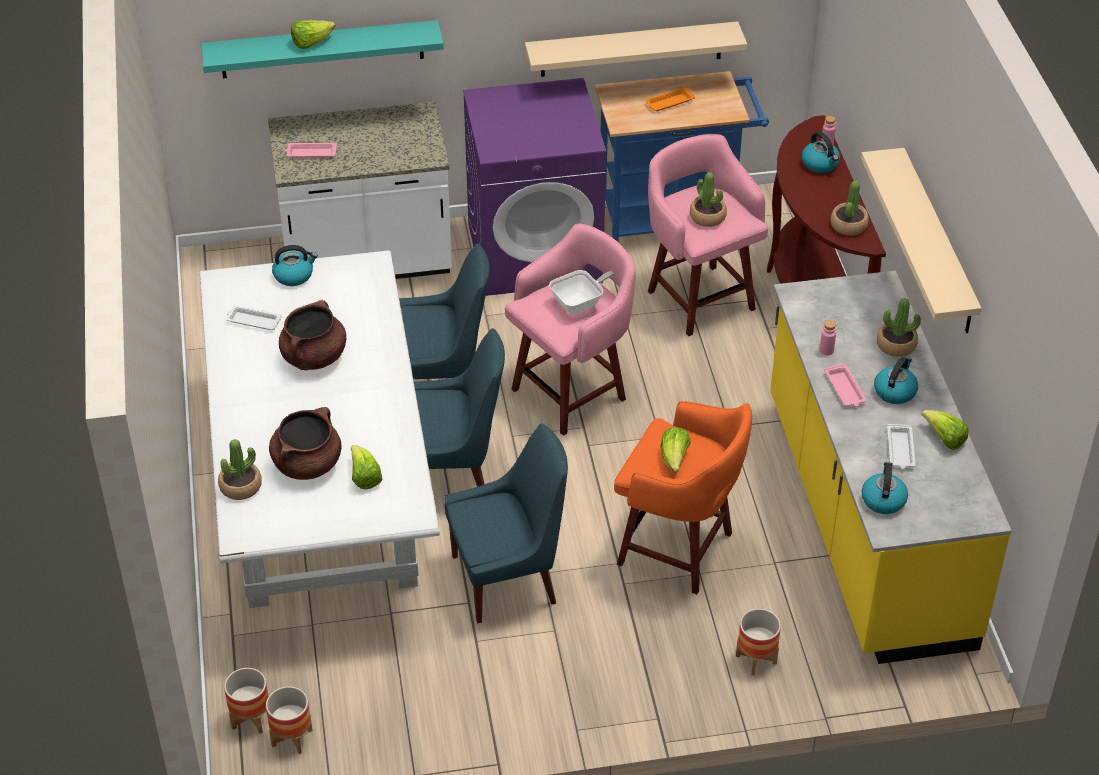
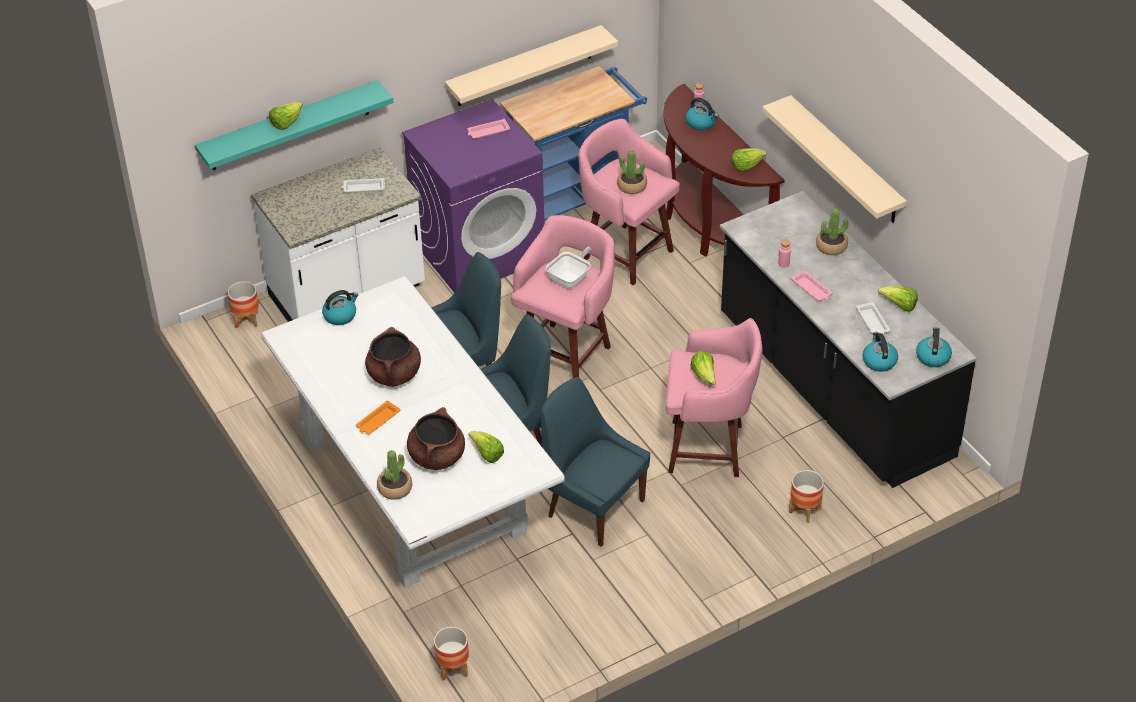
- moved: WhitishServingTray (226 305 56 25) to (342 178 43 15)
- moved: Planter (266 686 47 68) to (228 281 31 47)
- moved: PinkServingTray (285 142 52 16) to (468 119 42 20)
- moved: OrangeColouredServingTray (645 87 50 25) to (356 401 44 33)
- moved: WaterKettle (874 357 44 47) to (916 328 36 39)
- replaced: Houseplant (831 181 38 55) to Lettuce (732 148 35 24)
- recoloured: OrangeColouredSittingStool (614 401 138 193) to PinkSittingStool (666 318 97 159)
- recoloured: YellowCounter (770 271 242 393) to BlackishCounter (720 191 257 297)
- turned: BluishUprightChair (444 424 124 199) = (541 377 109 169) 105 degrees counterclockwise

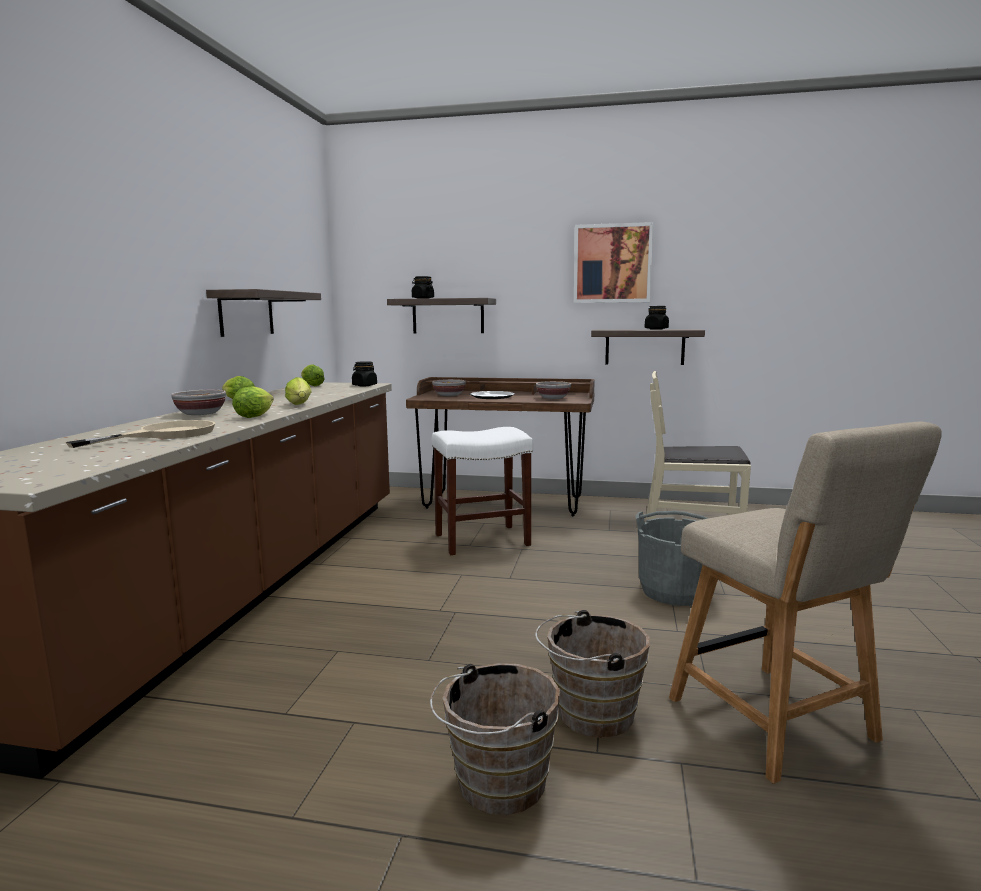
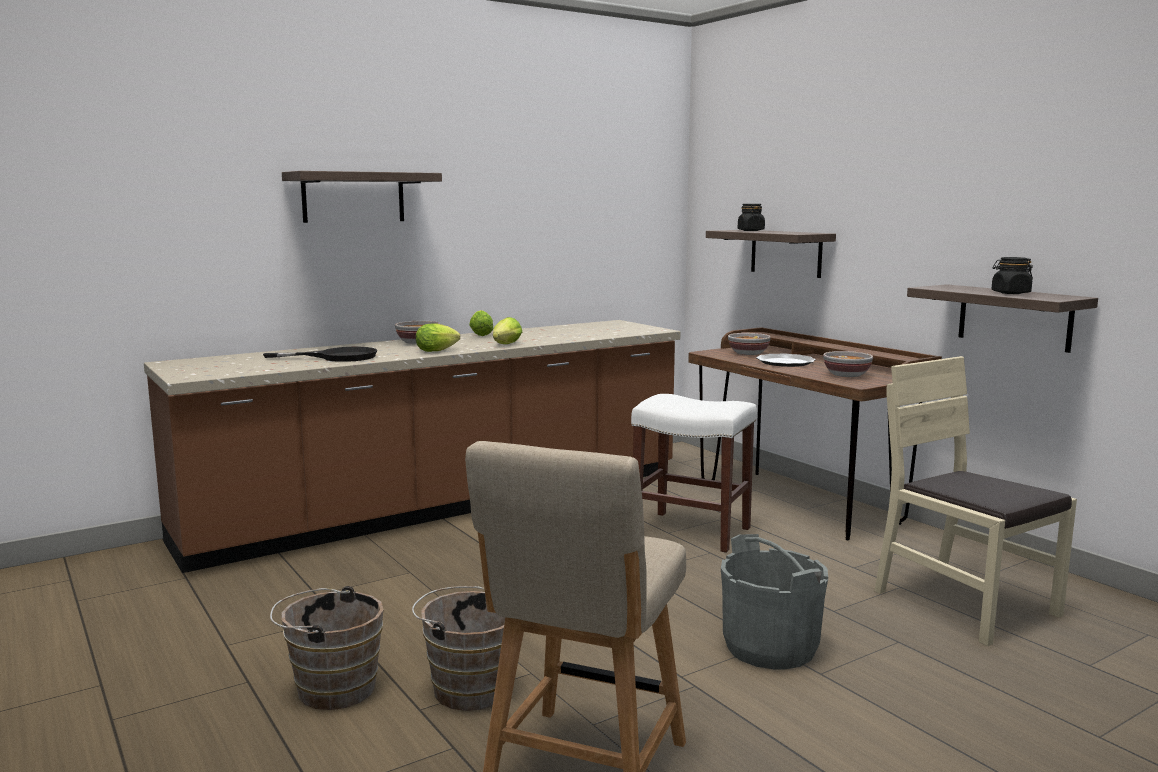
- removed: Lettuce (301 364 24 22)
- removed: BlackishJar (352 361 25 25)
- removed: WallArt (574 222 79 81)
- moved: BracketShelf (206 289 115 48) to (282 171 160 52)
- recoloured: BeigeColouredSkillet (66 420 149 28) to BlackishSkillet (263 347 114 15)

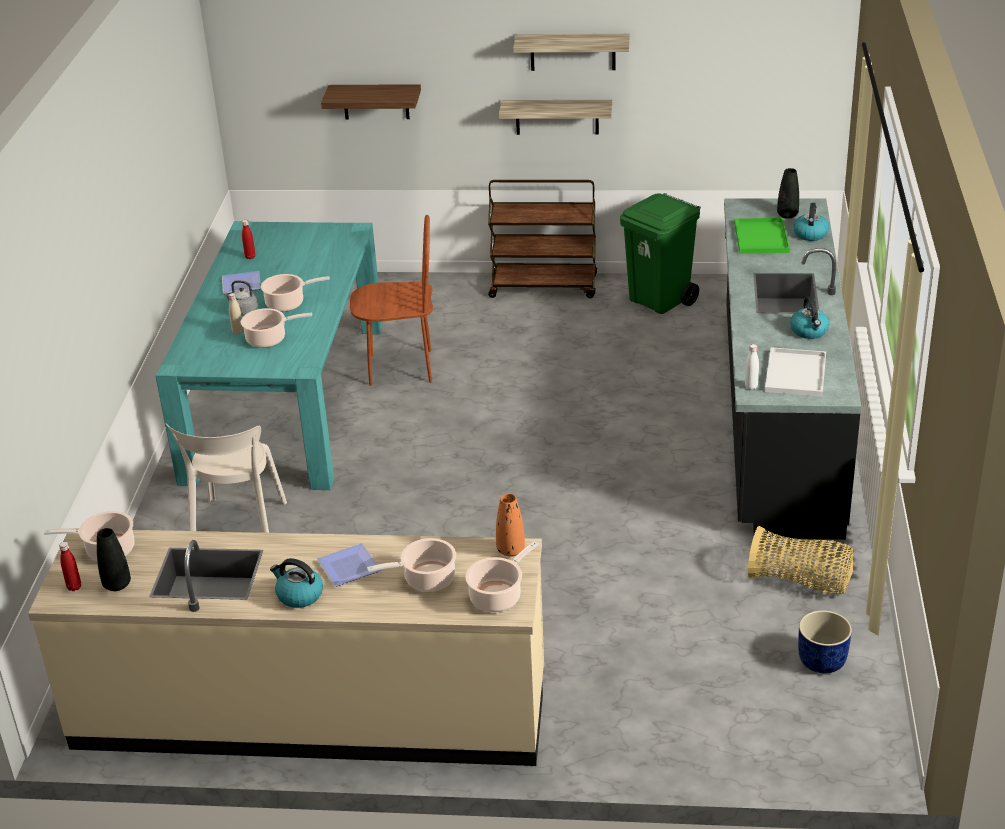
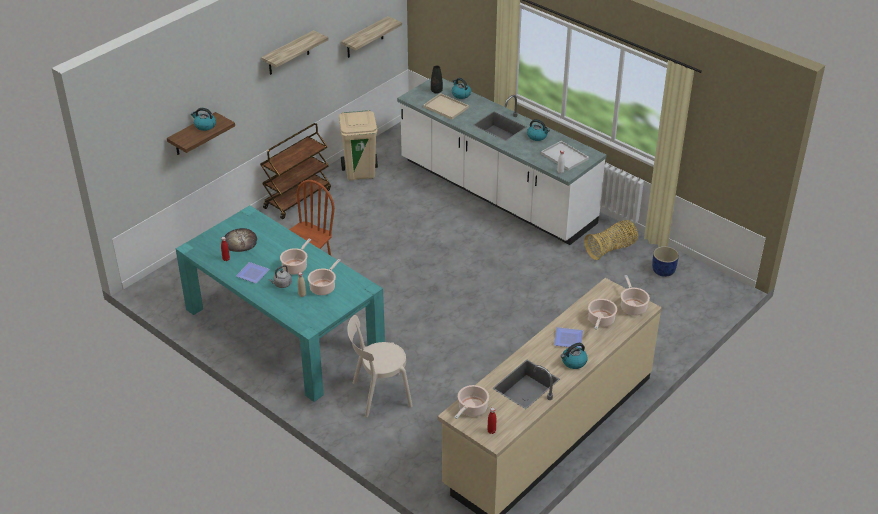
- removed: BlackishVase (97 528 34 63)
- removed: OrangeColouredVase (496 494 29 63)
- added: WaterKettle (191 108 25 23)
- added: Bread (224 228 33 24)
- moved: BracketShelf (499 100 113 35) to (341 16 61 42)
- recoloured: GreenColouredTrashCan (620 193 81 121) to BeigeColouredTrashCan (339 110 39 71)
- recoloured: BlackishCounter (724 198 137 342) to WhitishCounter (397 78 210 167)
- recoloured: GreenColouredServingTray (734 218 56 36) to BeigeColouredServingTray (423 93 46 27)
- turned: BeigeColouredUprightChair (166 423 121 110) = (347 315 66 103) 120 degrees clockwise

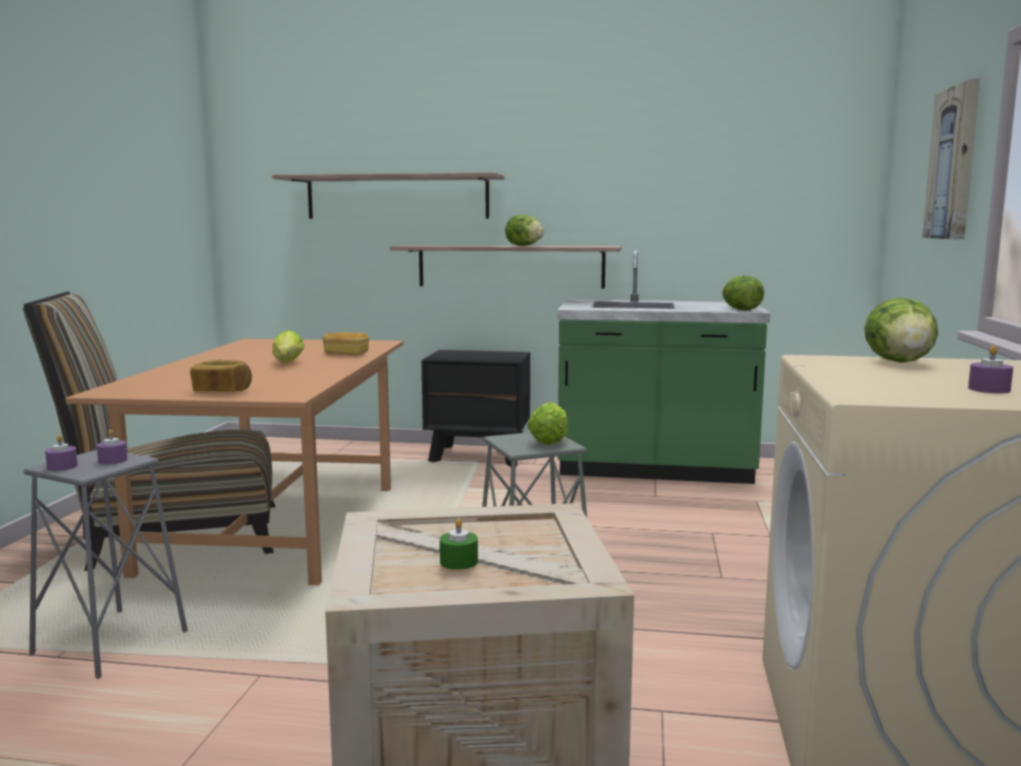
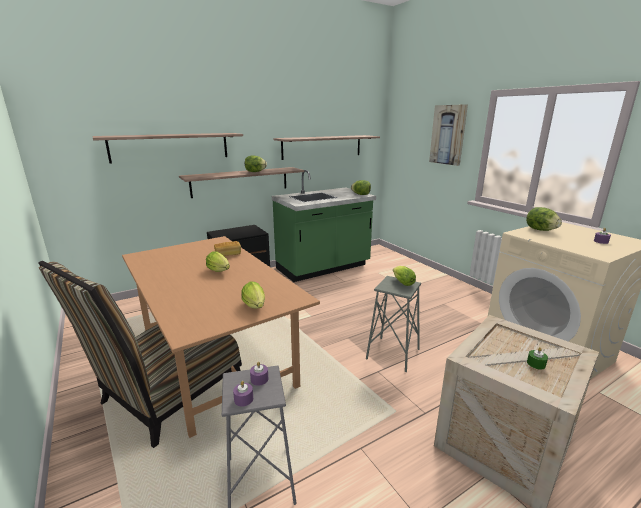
- added: BracketShelf (274 135 106 25)
- replaced: Bread (190 360 62 32) to Lettuce (241 282 24 27)

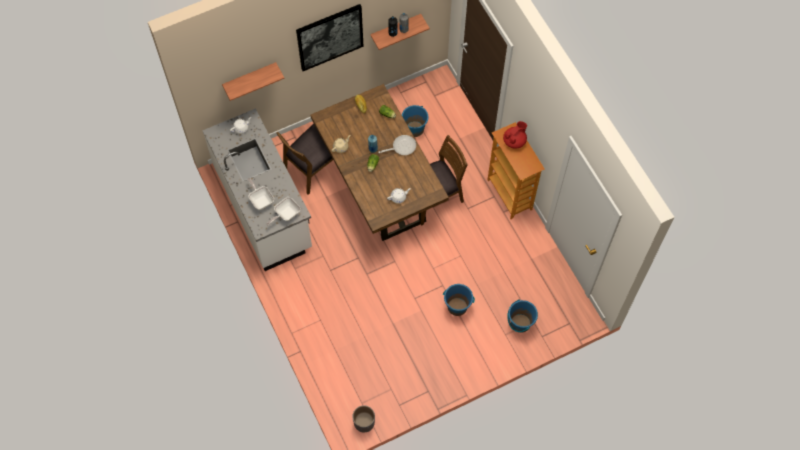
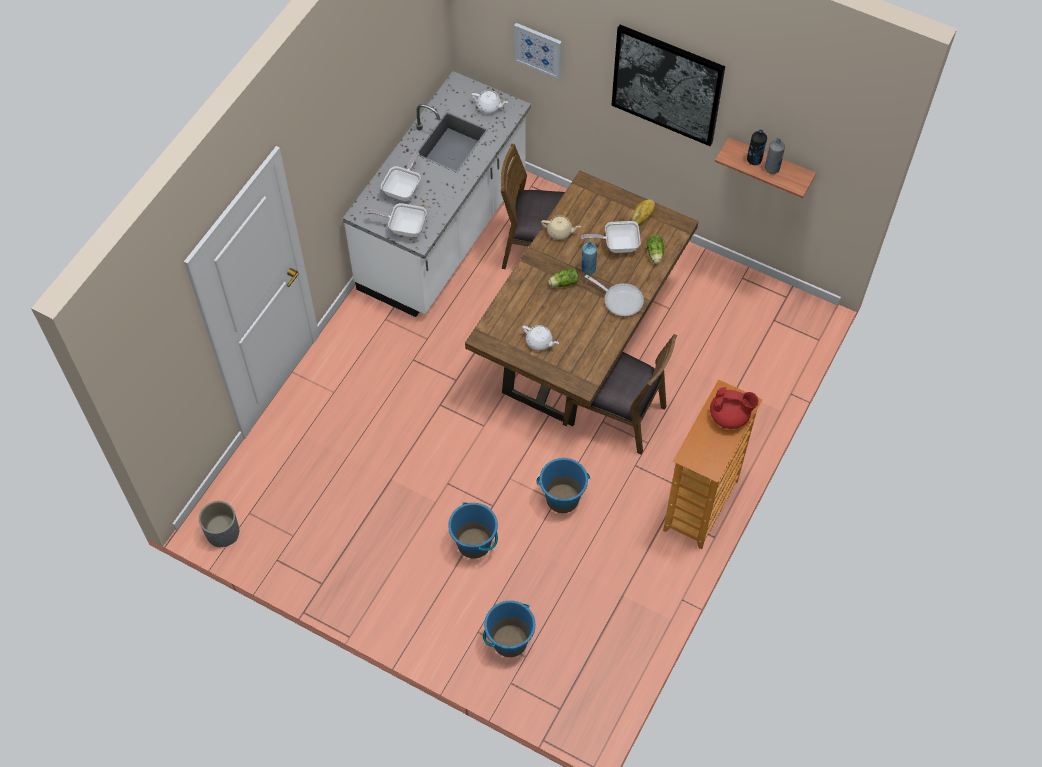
- added: Skillet (581 221 60 32)
- moved: BluishBucket (402 105 27 32) to (536 458 55 55)
- replaced: BracketShelf (222 62 62 39) to WallArt (514 23 48 56)

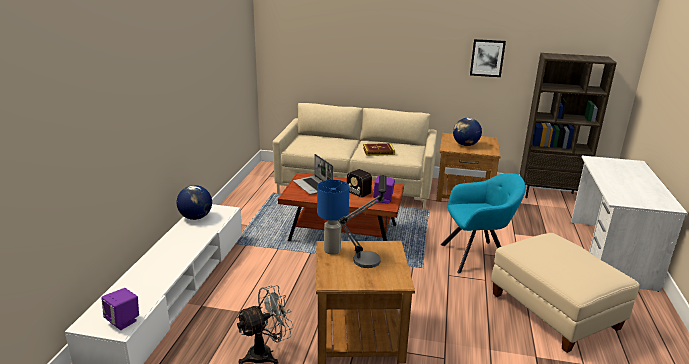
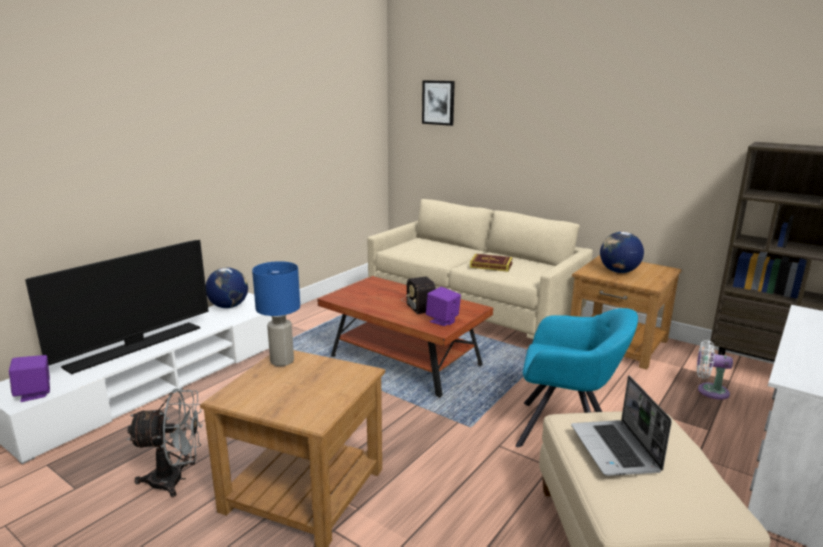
- removed: LampForATable (338 175 49 93)
- added: Tv (25 240 184 134)
- added: WhitishCoolingFan (697 340 36 60)
- moved: NotebookComputer (293 154 40 41) to (571 376 101 100)
- moved: WallArt (470 39 36 38) to (422 80 33 46)

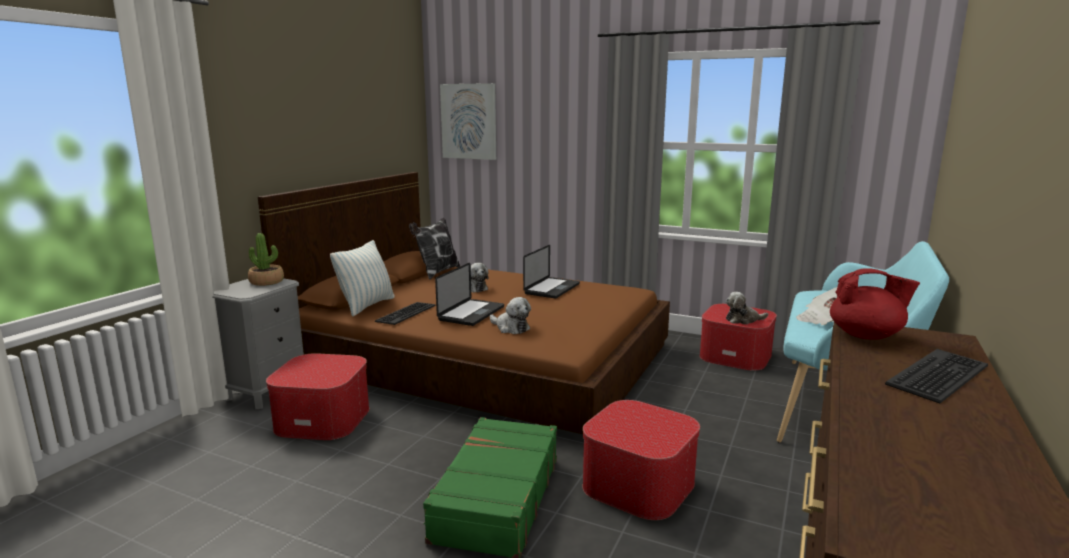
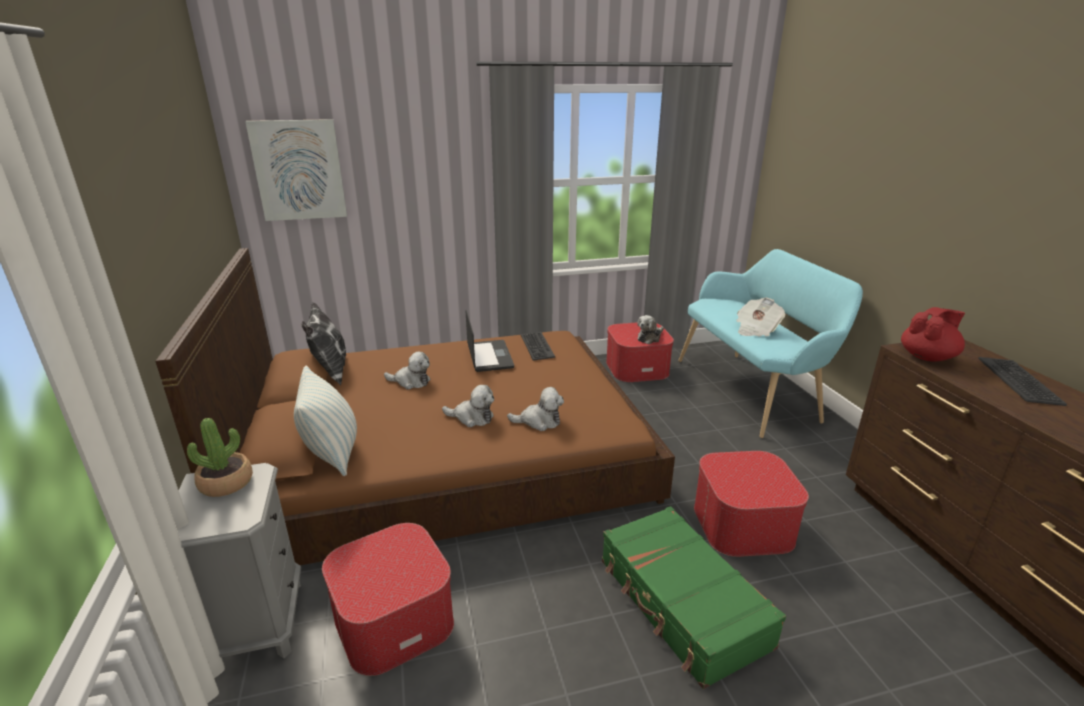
- moved: ComputerKeyboard (375 302 61 23) to (521 332 34 29)
- replaced: NotebookComputer (435 263 69 63) to PlushToy (442 385 52 42)

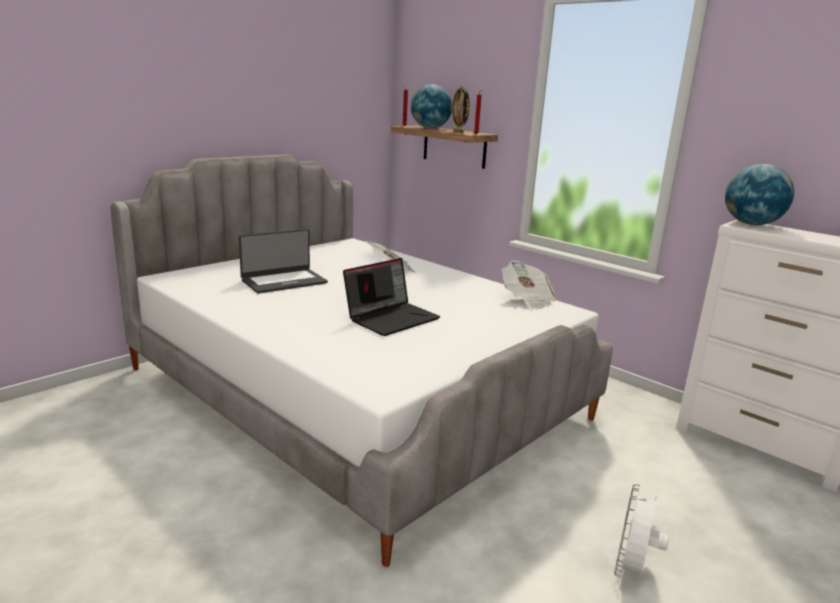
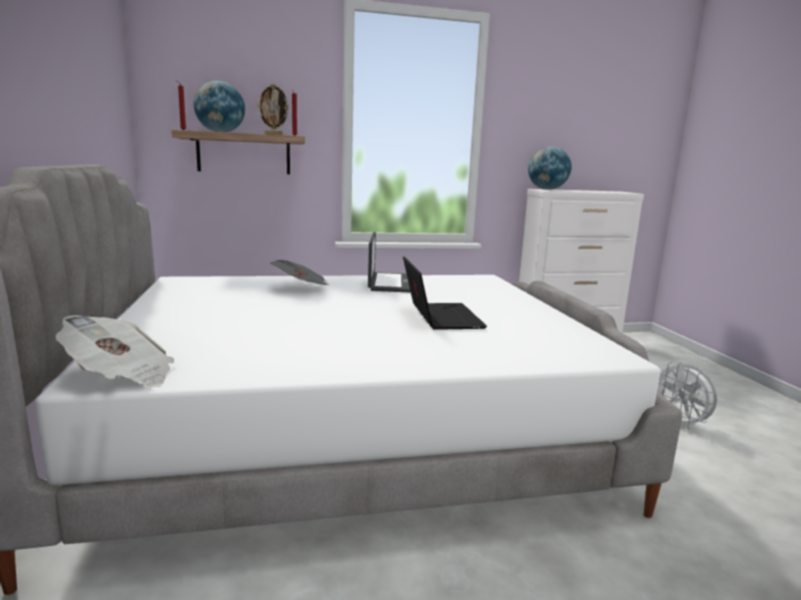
- moved: NotebookComputer (239 229 89 65) to (368 232 43 61)
- moved: PrintedPaper (502 261 54 49) to (55 315 120 72)

